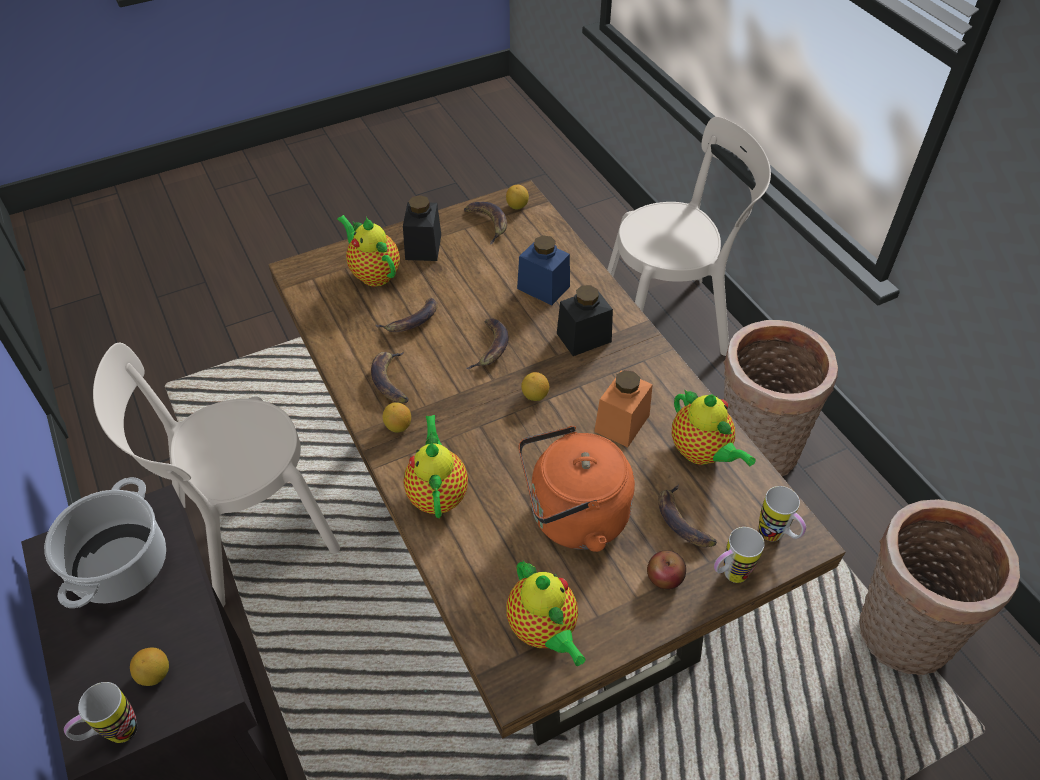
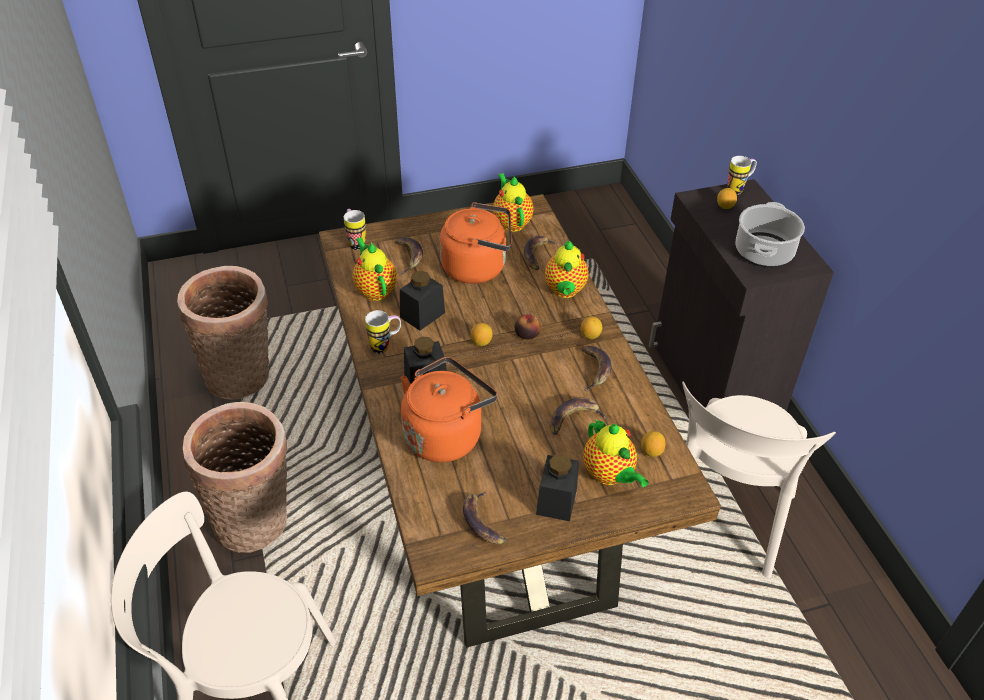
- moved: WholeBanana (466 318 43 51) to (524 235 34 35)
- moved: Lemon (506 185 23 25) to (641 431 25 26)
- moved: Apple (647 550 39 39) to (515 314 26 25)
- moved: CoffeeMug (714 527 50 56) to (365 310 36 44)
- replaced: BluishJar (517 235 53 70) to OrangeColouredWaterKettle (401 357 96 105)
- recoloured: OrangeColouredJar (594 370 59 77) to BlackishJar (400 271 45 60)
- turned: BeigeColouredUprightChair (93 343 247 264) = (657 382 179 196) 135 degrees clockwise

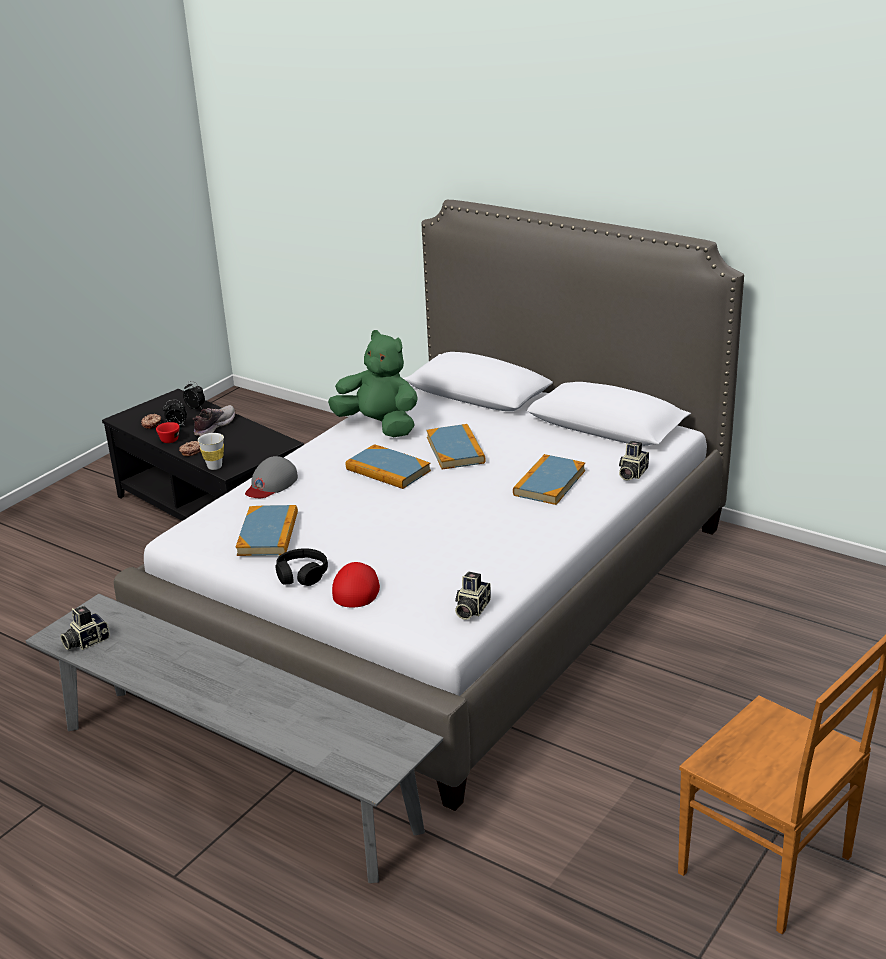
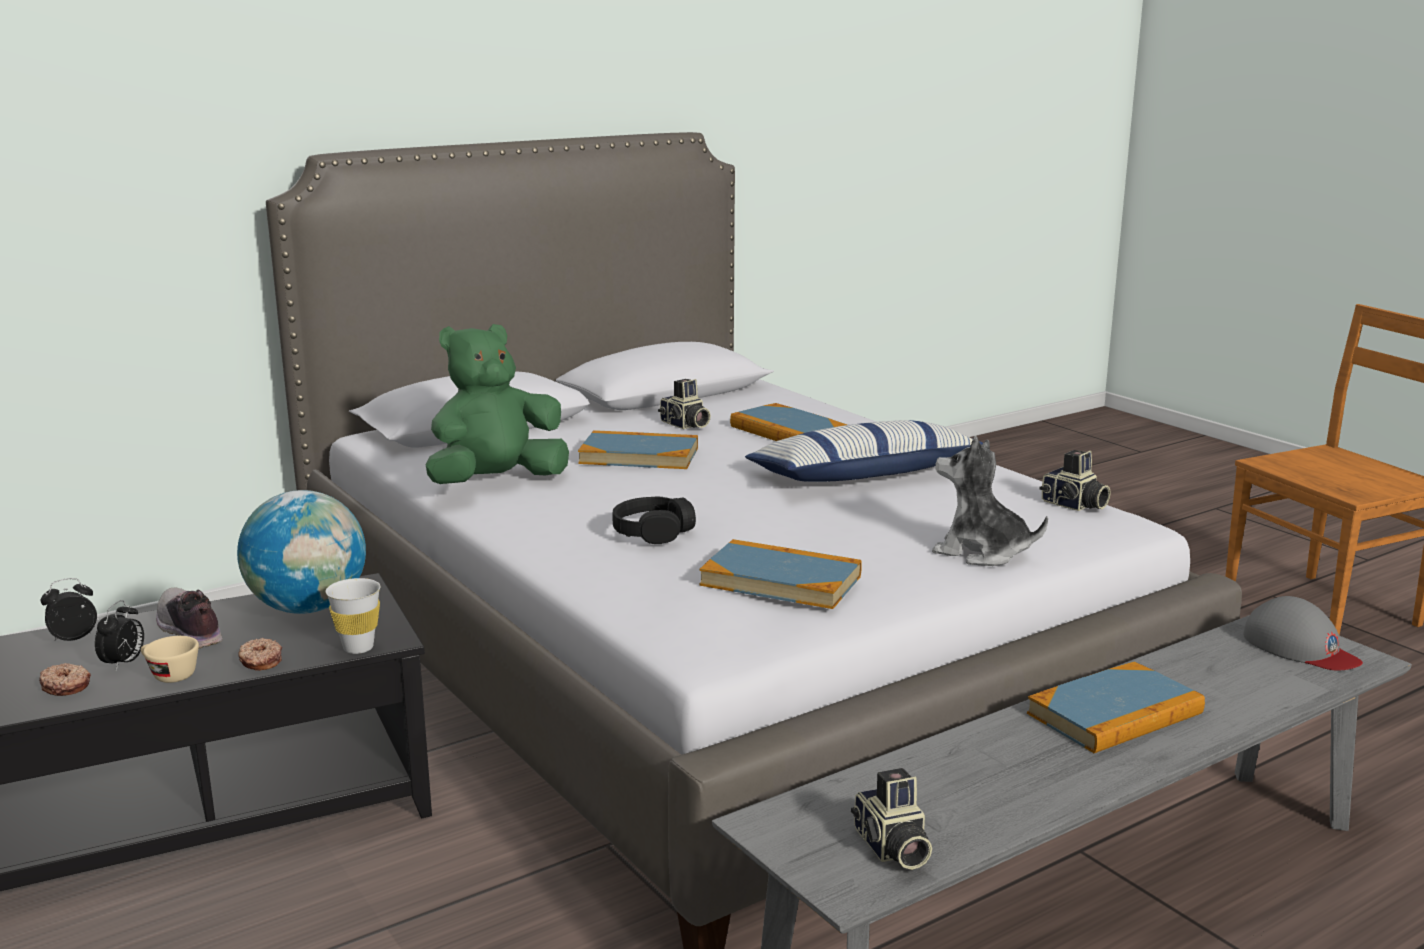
- added: Globe (237 490 129 124)
- added: Cushion (745 420 238 62)
- moved: GrayCap (245 456 53 42) to (1243 596 120 75)
- moved: BlackishHeadphones (276 548 52 38) to (612 497 84 47)
- moved: BoundBook (346 444 85 45) to (1027 662 178 91)
- moved: StillCamera (619 441 30 40) to (658 379 53 50)
- replaced: RedColouredCap (332 562 48 46) to PlushToy (932 436 116 130)
- recoloured: RedColouredDrinkingCup (156 422 24 21) to BeigeColouredDrinkingCup (141 636 58 47)

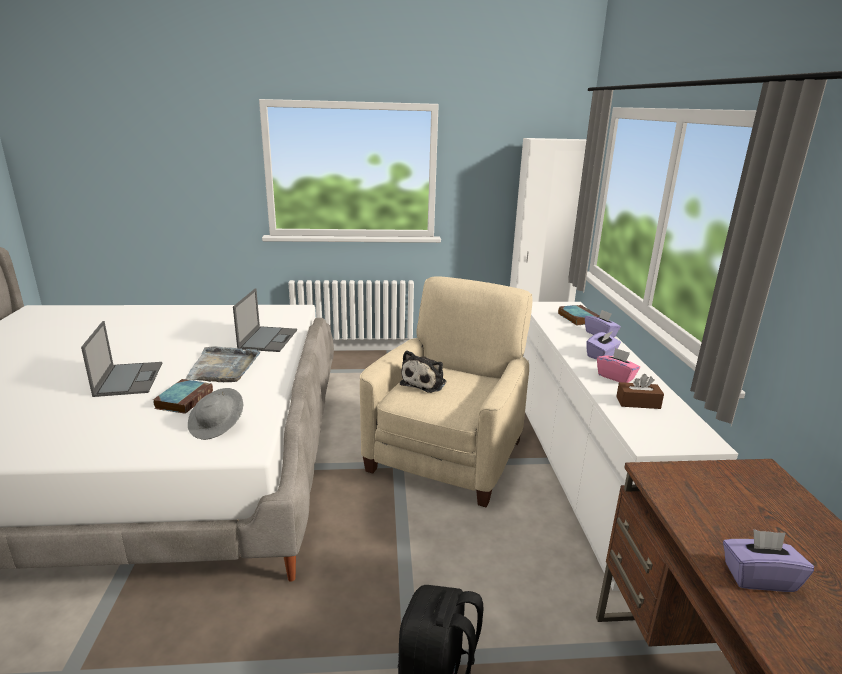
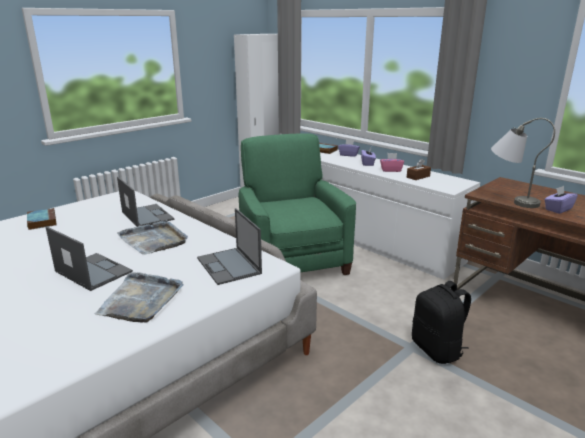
- removed: PlushToy (400 350 46 43)
- added: GrayServingTray (95 273 89 49)
- added: GrayLampForATable (491 118 64 90)
- moved: BoundBook (153 379 60 35) to (27 208 30 22)
- replaced: GrayWearableHat (188 388 55 52) to NotebookComputer (197 208 65 77)
- recoloured: BeigeColouredArmchair (360 276 172 231) to GreenColouredArmchair (239 133 117 142)

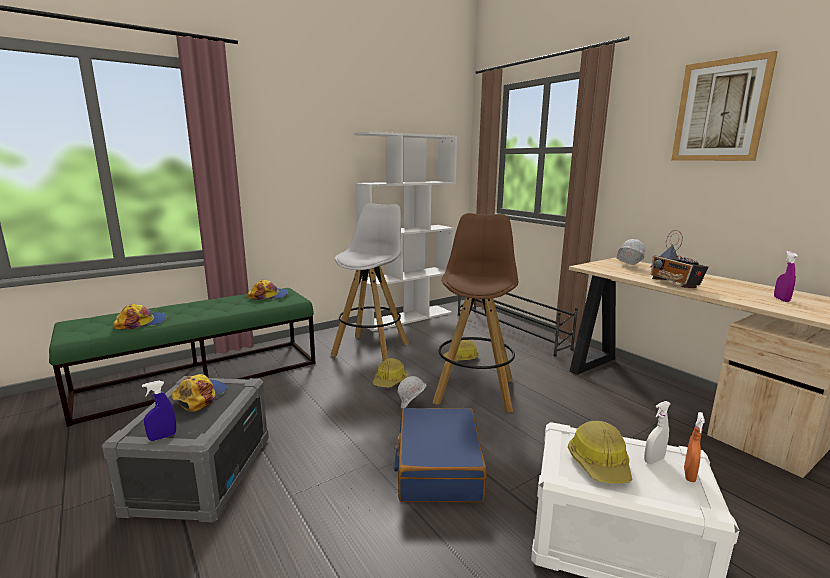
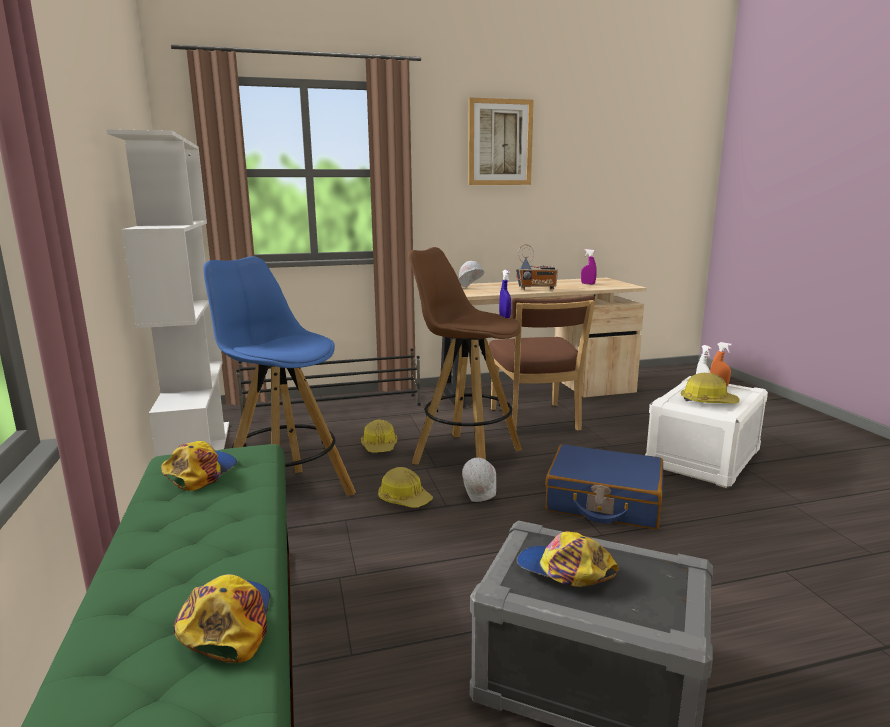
- added: BrownishUprightChair (489 295 106 136)
- moved: BluishHandSprayer (142 381 34 60) to (499 270 12 48)
- recoloured: WhitishSittingStool (330 203 79 158) to BluishSittingStool (203 256 153 240)

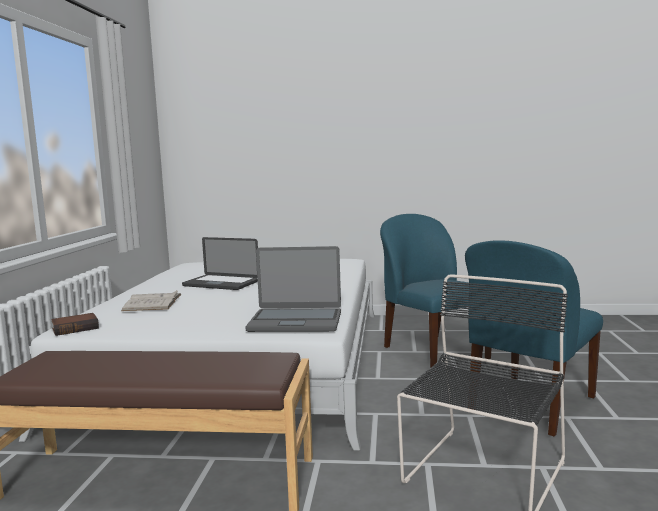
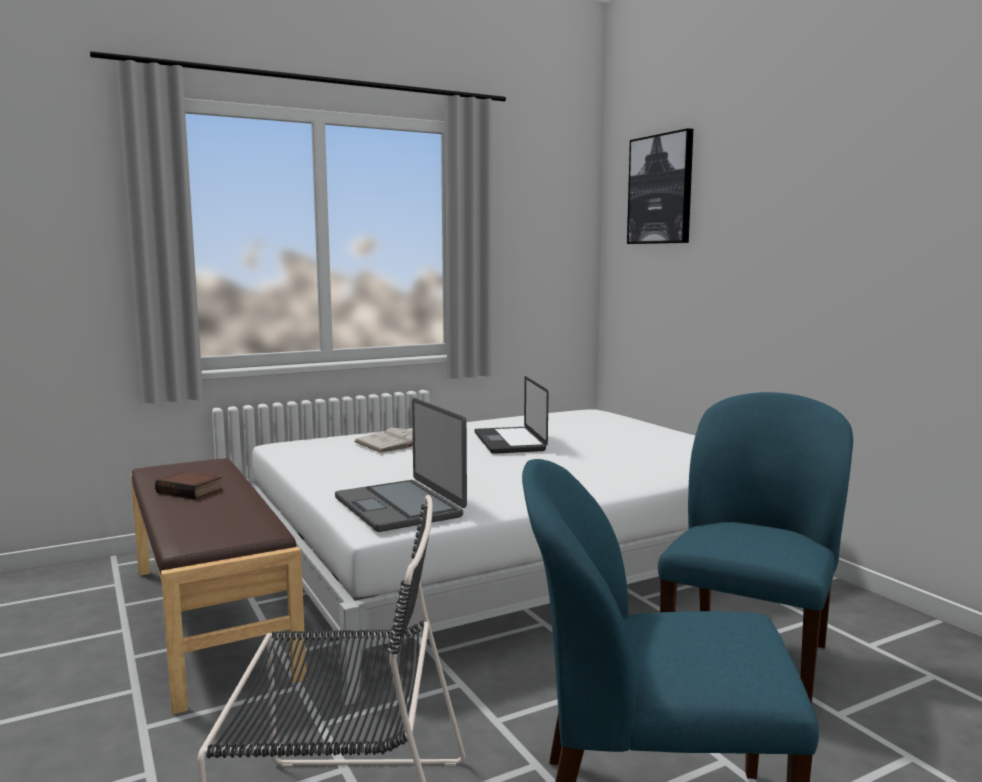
- added: WallArt (627 128 66 116)
- moved: BoundBook (51 313 48 23) to (155 471 67 28)

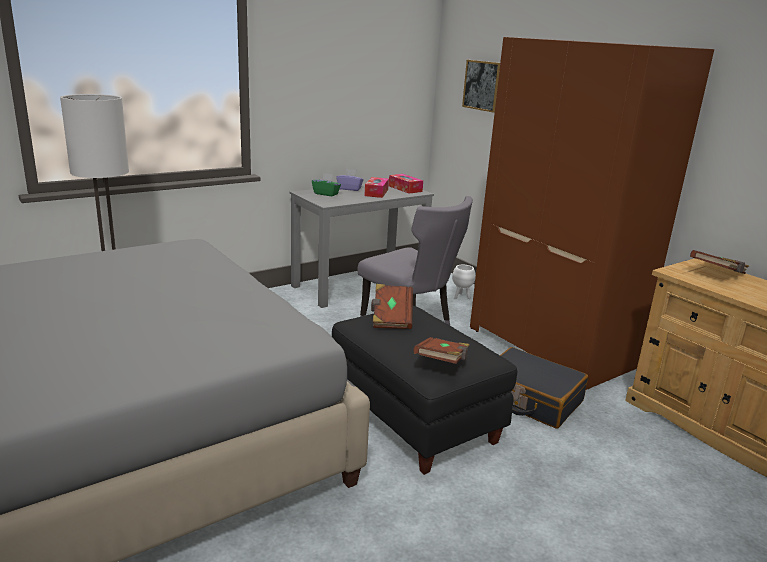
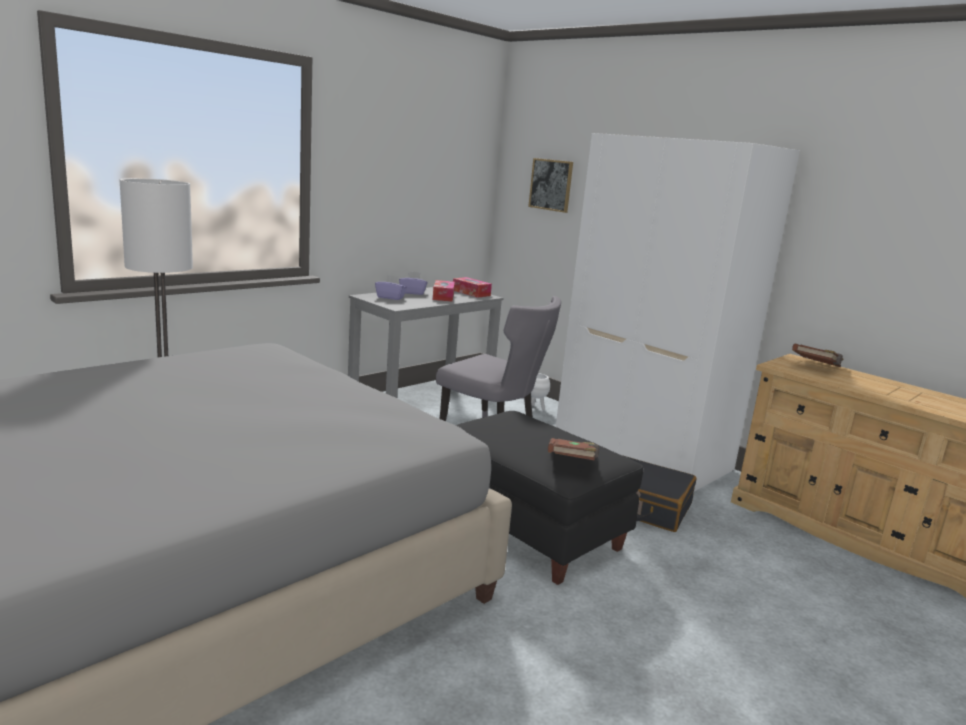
- removed: BrownishBoundBook (371 284 42 45)
- recoloured: GreenColouredTissueBox (312 173 29 23) to PurplishTissueBox (375 275 32 25)
- recoloured: BrownishWardrobe (470 37 244 353) to WhitishWardrobe (556 133 244 359)

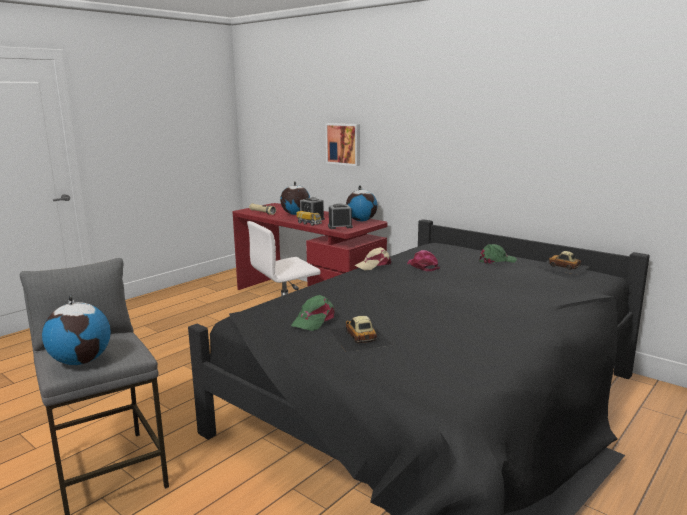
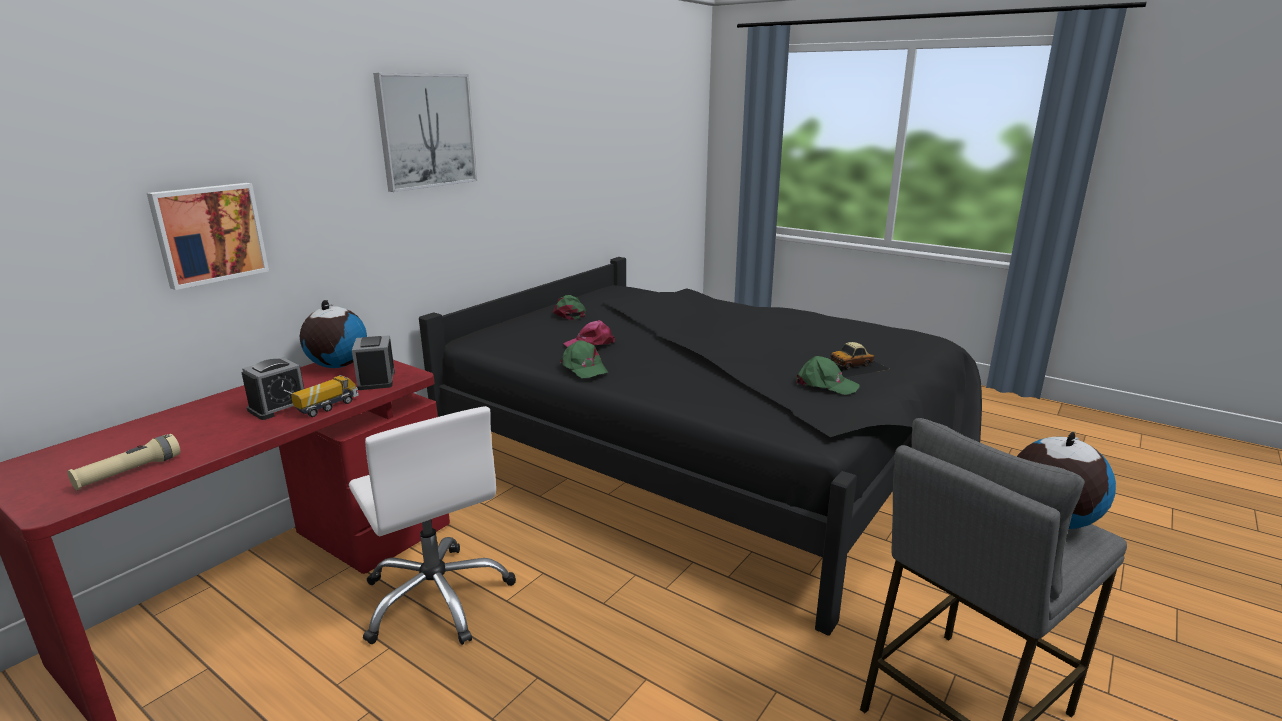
- removed: Globe (280 181 30 34)
- removed: MiniatureCar (538 251 52 24)
- added: WallArt (373 73 104 119)
- recoloured: BeigeColouredCap (354 247 37 24) to GreenColouredCap (560 340 48 38)

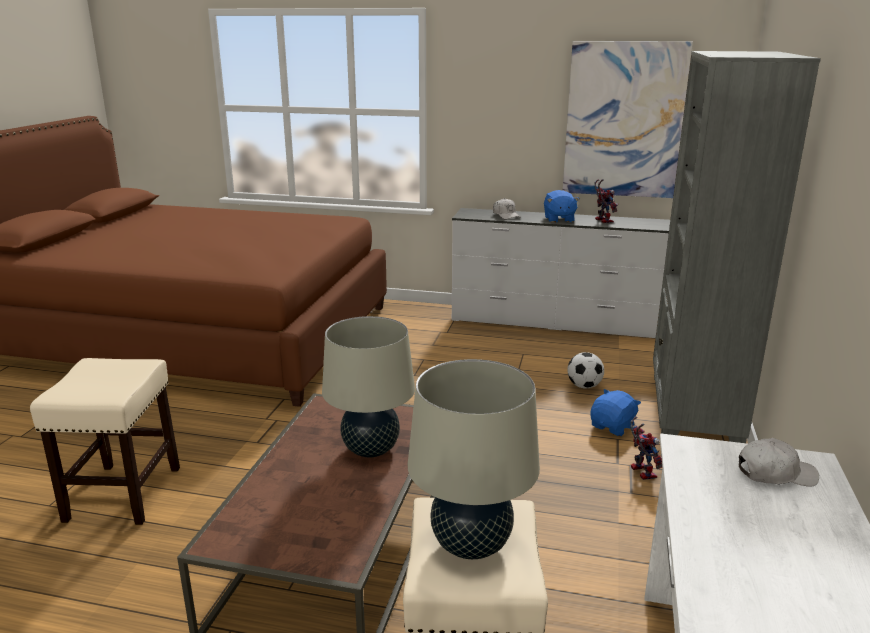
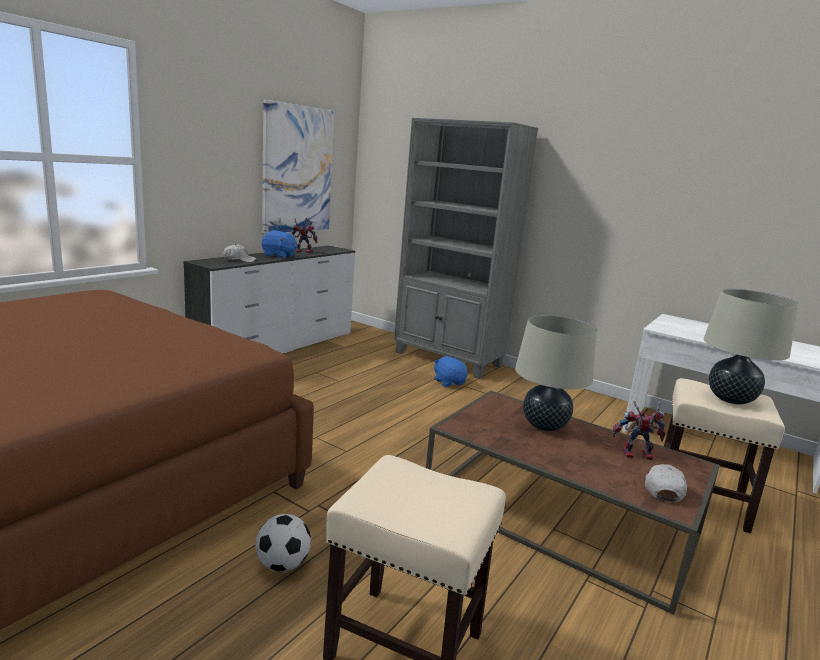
- moved: Football (567 352 37 37) to (255 514 56 58)
- moved: RobotFigure (630 417 32 63) to (611 401 54 59)
- moved: WhitishCap (739 438 80 49) to (645 464 42 38)

